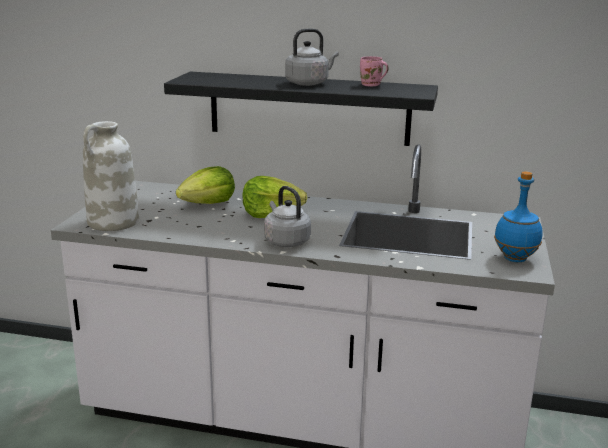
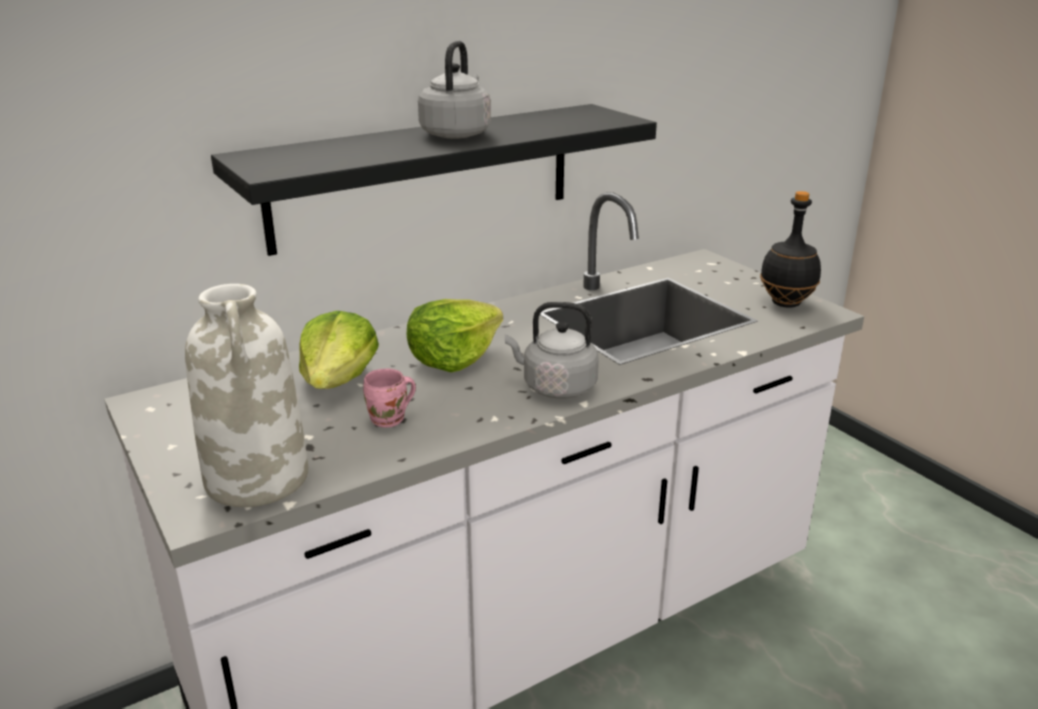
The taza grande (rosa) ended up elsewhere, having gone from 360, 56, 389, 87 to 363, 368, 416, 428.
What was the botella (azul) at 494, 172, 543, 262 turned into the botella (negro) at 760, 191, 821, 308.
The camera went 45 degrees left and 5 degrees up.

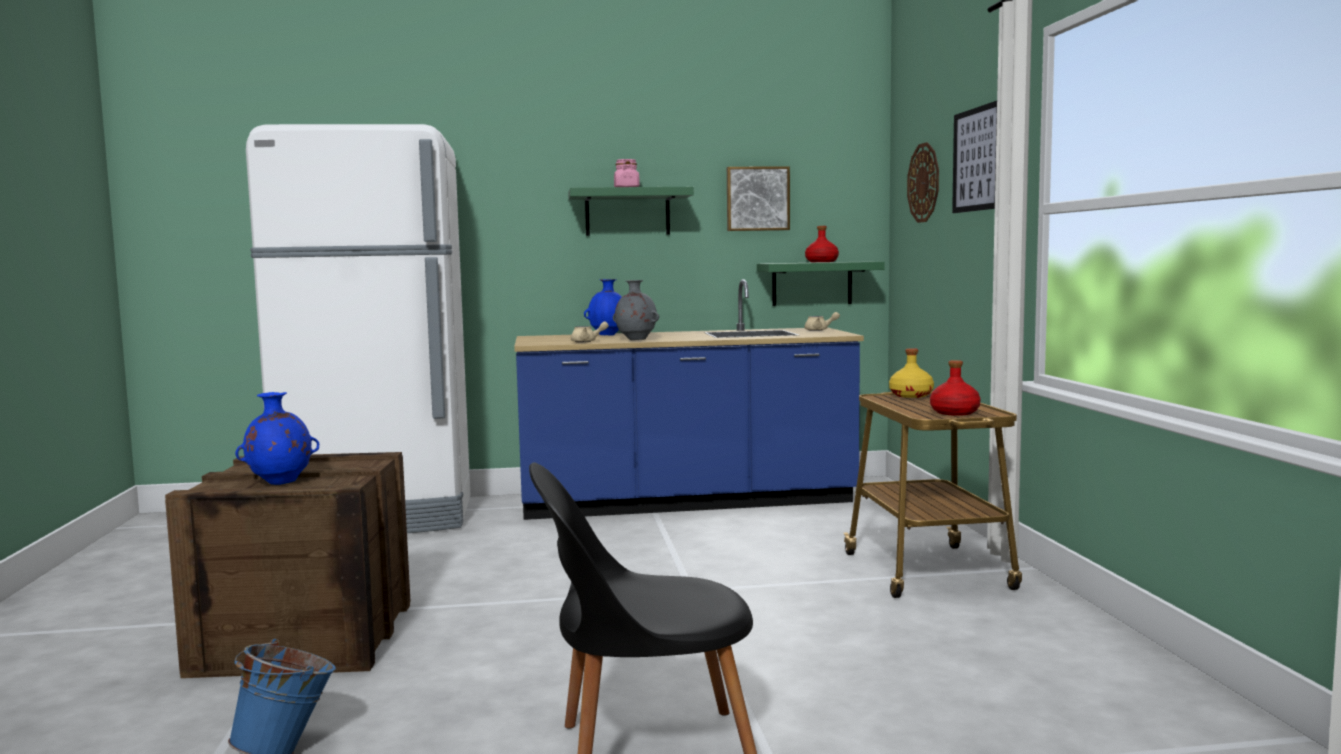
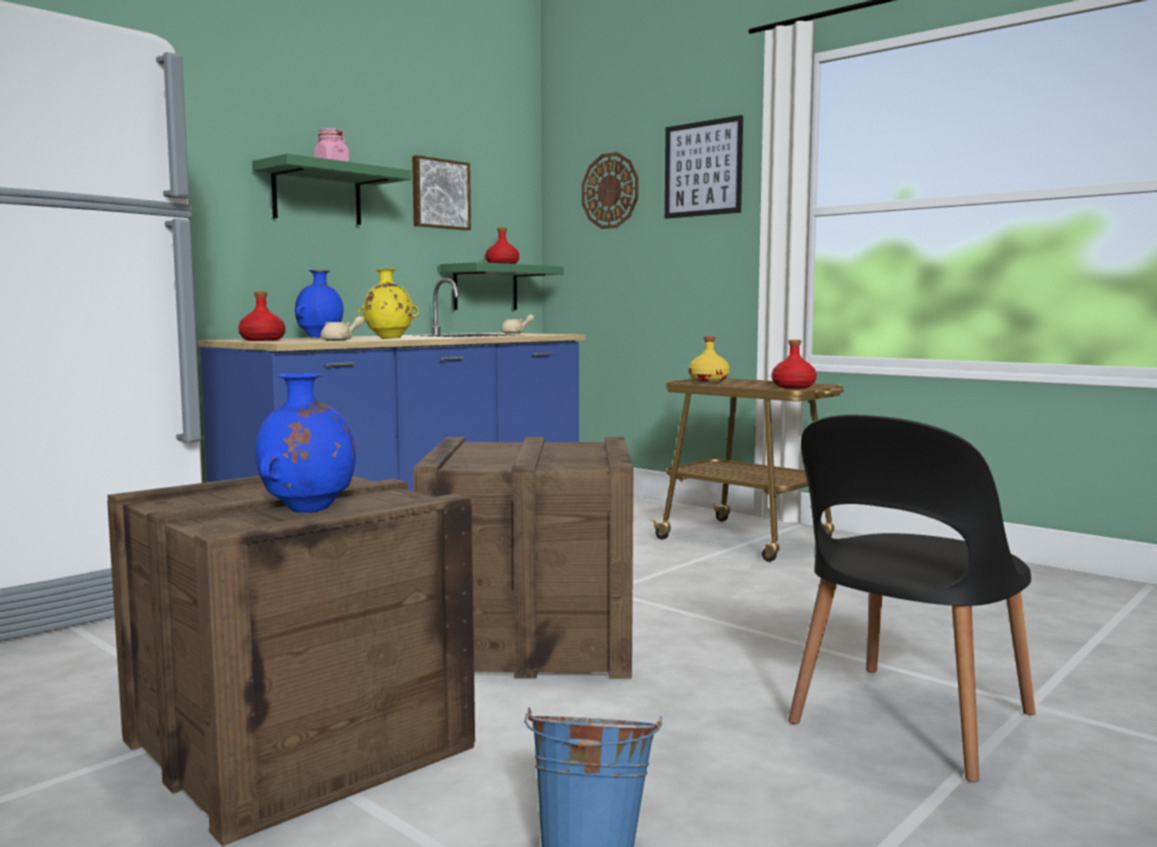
What was the florero (gris) at 613, 280, 659, 340 turned into the florero (amarillo) at 358, 269, 419, 339.
The second view gained the botella (rojo) at 238, 292, 286, 341.
The second view gained the caja de embalaje at 413, 437, 633, 679.
The camera went 40 degrees left and 0 degrees up.

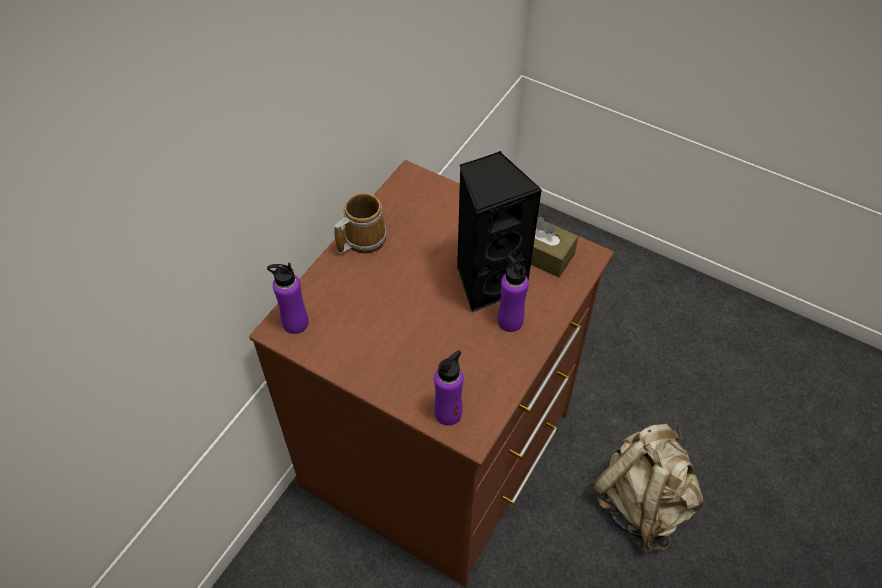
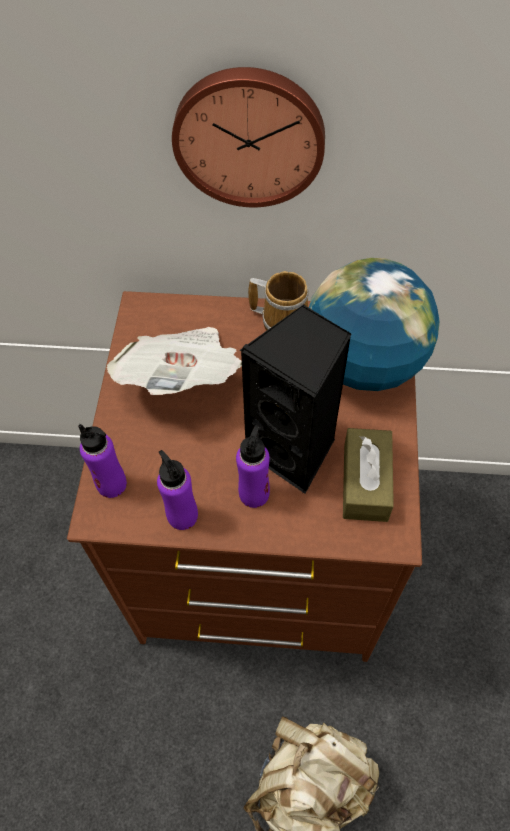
The botella (morado) ended up elsewhere, having gone from 267, 263, 308, 334 to 157, 450, 198, 530.
The second view gained the periódico at 107, 327, 242, 395.
The second view gained the reloj de pared at 172, 67, 325, 207.
The second view gained the globo terráqueo at 309, 258, 440, 391.
The camera went 65 degrees right and 5 degrees up.

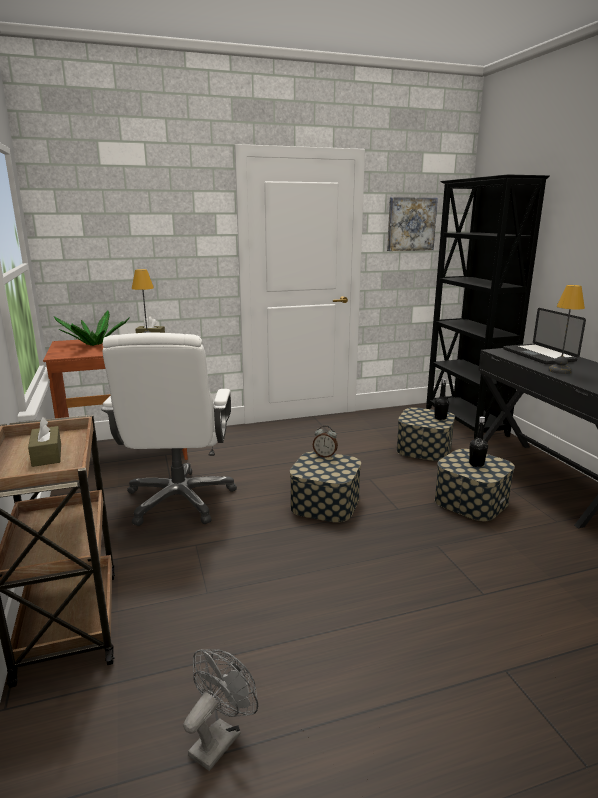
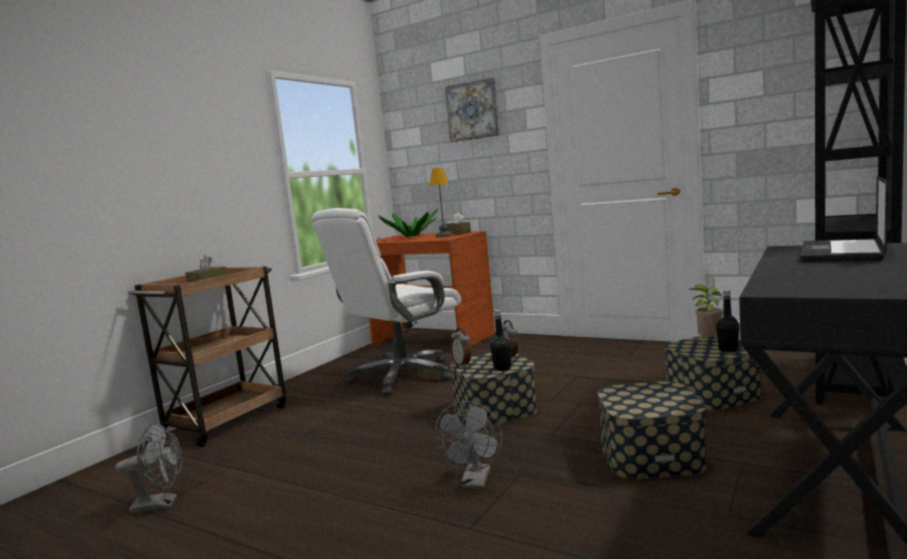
The cuadro ended up elsewhere, having gone from 387, 197, 438, 251 to 445, 77, 500, 142.
The botella (negro) ended up elsewhere, having gone from 469, 416, 488, 467 to 490, 310, 511, 371.
The second view lost the lámpara de mesa at 548, 285, 585, 374.
The second view gained the ventilador (gris) at 434, 401, 502, 489.
The second view gained the despertador at 451, 327, 471, 367.
The second view gained the planta en maceta at 690, 285, 723, 341.
The camera went 50 degrees right and 10 degrees down.

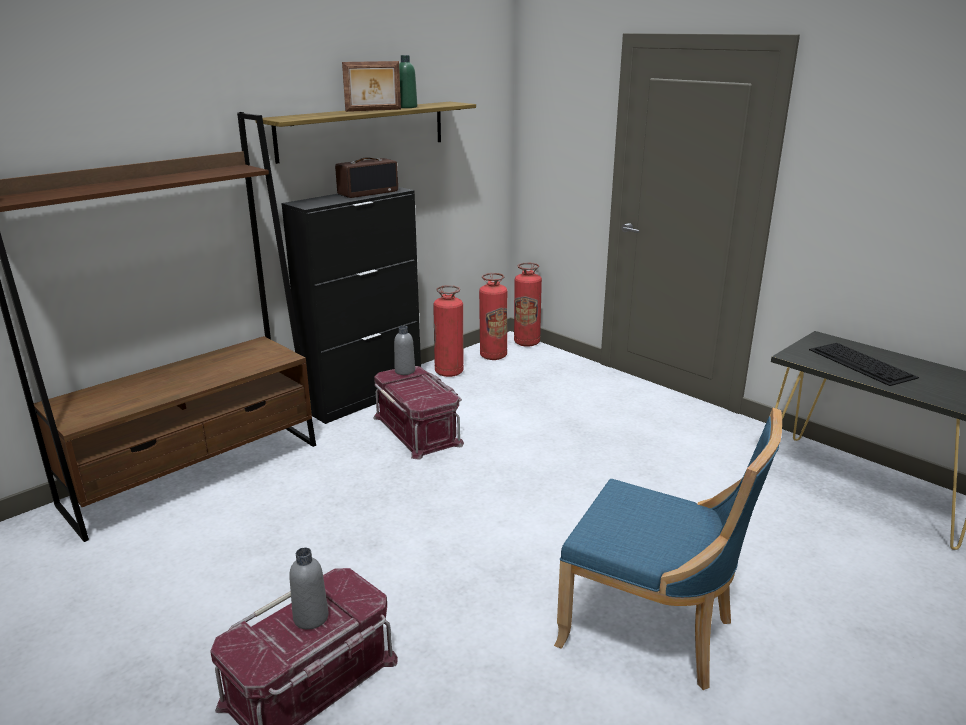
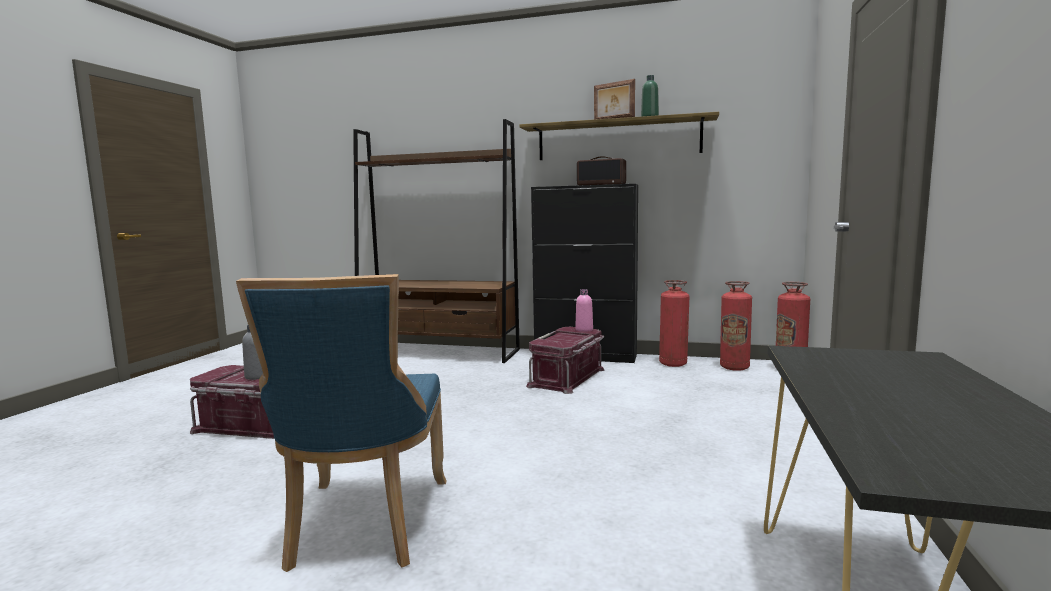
What was the botella (gris) at 394, 326, 415, 375 turned into the botella (rosa) at 576, 289, 593, 332.
The second view lost the teclado at 809, 343, 919, 386.
The camera went 60 degrees right and 15 degrees down.

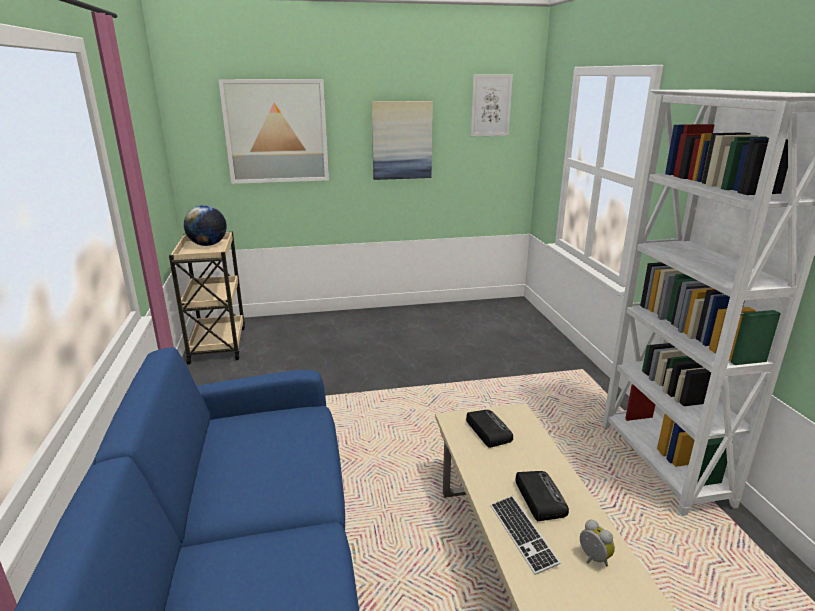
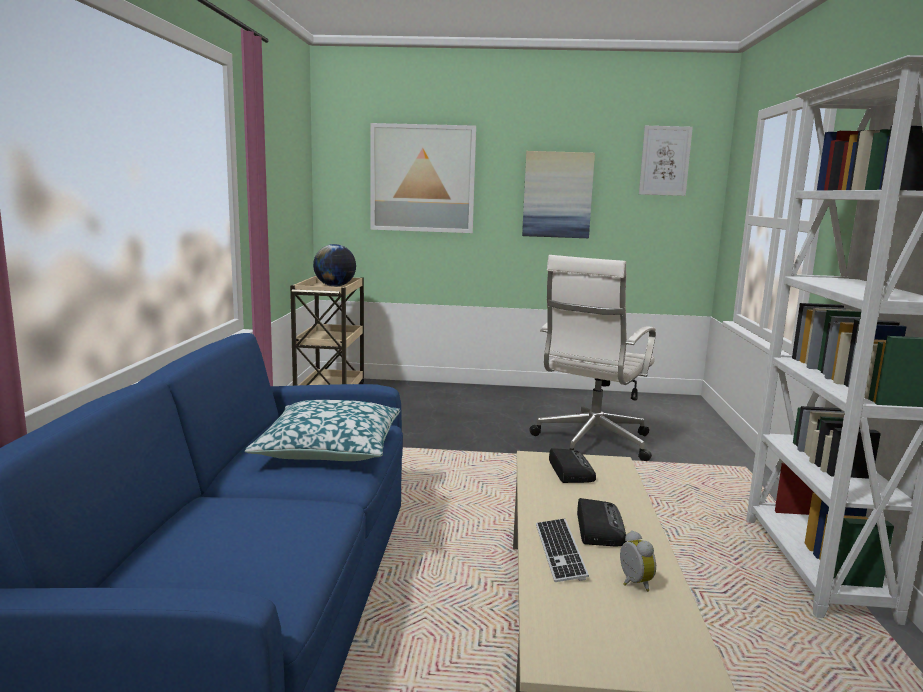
The second view gained the cojín at 245, 400, 400, 461.
The second view gained the silla de oficina (blanco) at 529, 255, 656, 461.
The camera went 15 degrees right and 10 degrees down.

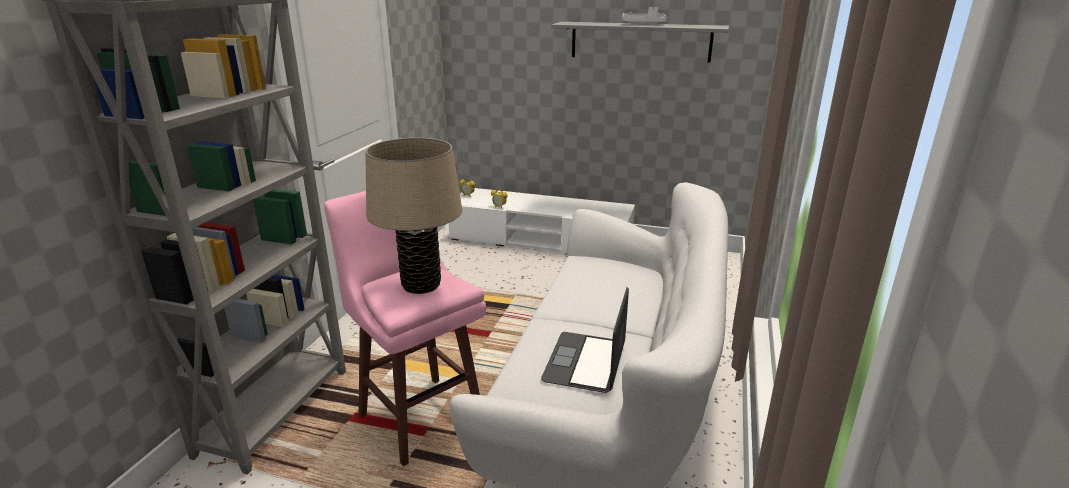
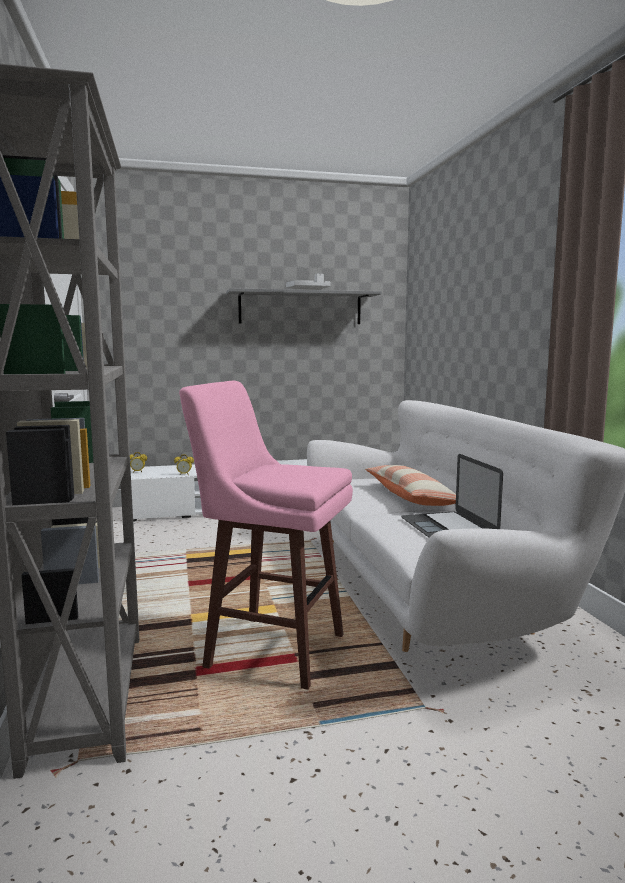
The second view lost the lámpara de mesa (beis) at 365, 138, 462, 294.
The second view gained the cojín at 365, 465, 456, 506.
The camera went 30 degrees left and 15 degrees down.

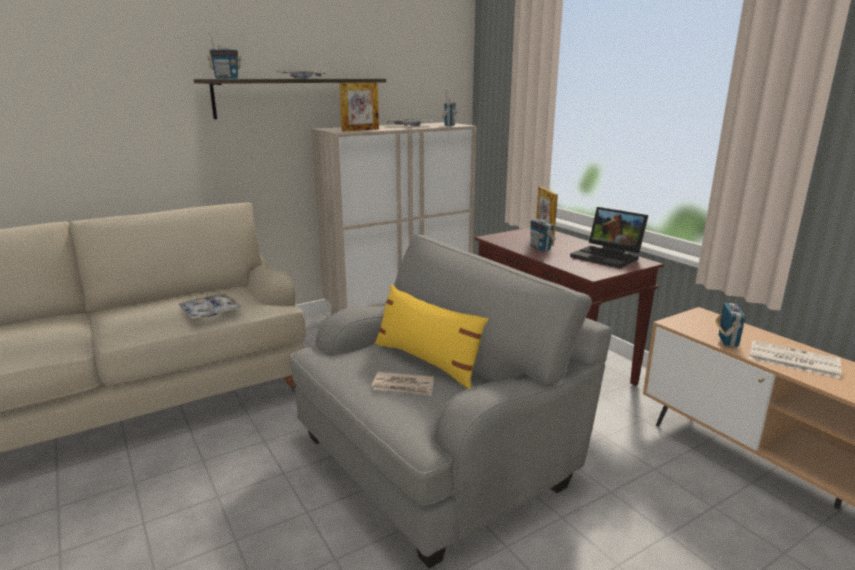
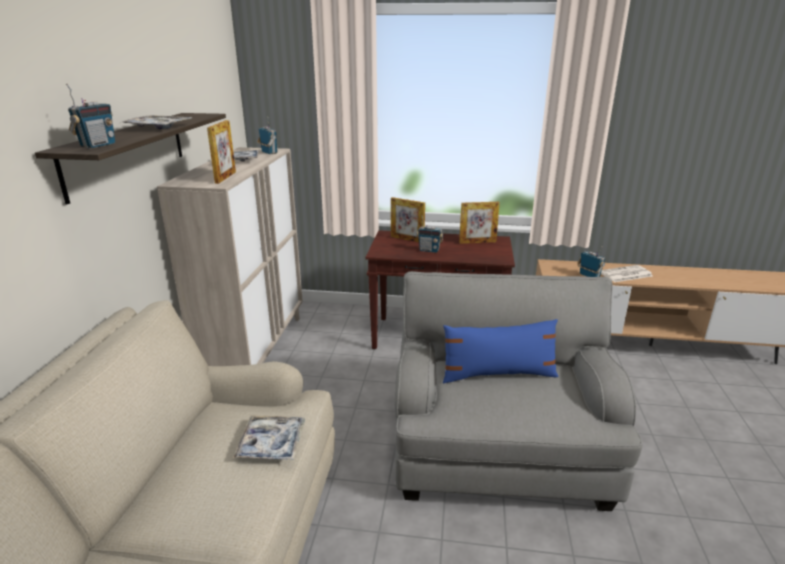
The second view lost the periódico at 372, 372, 434, 396.
What was the cojín (amarillo) at 375, 284, 489, 389 turned into the cojín (azul) at 443, 319, 559, 383.
Where the portátil stood at 570, 207, 649, 269, the portarretratos came to stand at 459, 202, 500, 244.
The camera went 50 degrees left and 5 degrees up.

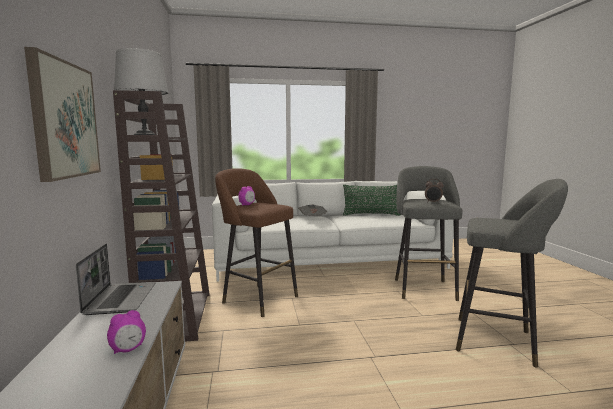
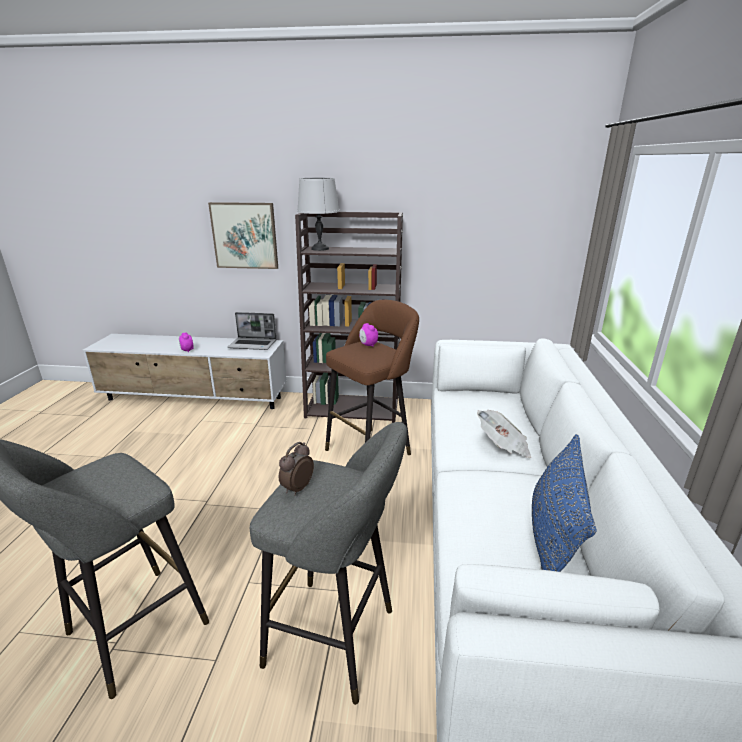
What was the cojín (verde) at 343, 184, 401, 216 turned into the cojín (azul) at 532, 434, 597, 572.
The camera went 105 degrees right and 15 degrees up.

